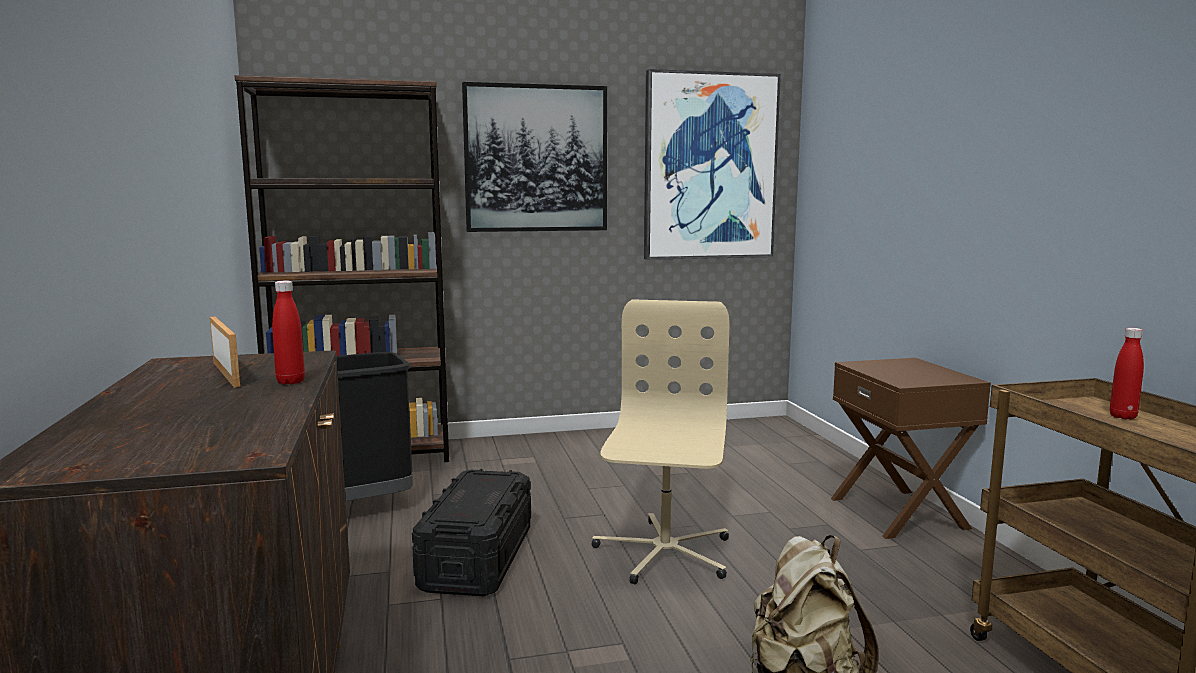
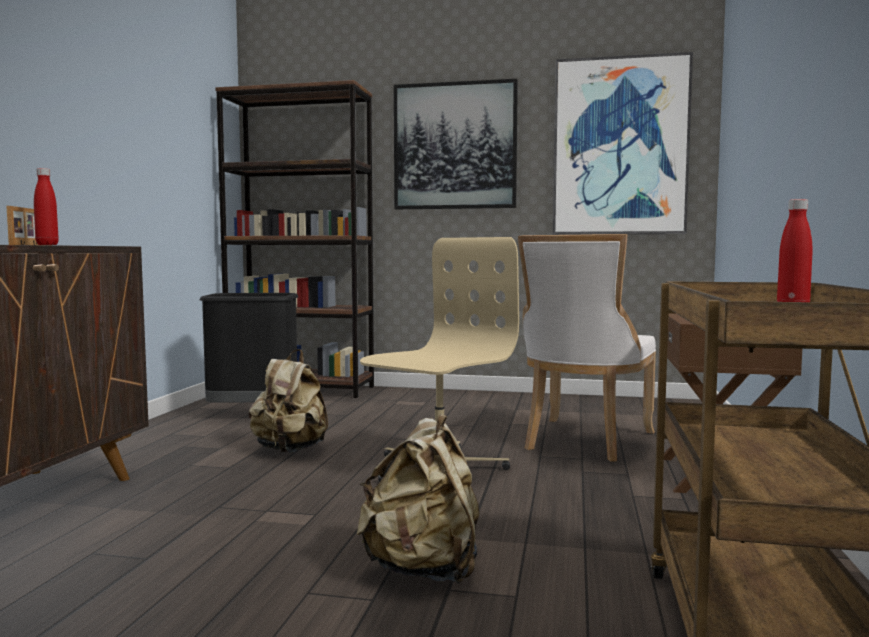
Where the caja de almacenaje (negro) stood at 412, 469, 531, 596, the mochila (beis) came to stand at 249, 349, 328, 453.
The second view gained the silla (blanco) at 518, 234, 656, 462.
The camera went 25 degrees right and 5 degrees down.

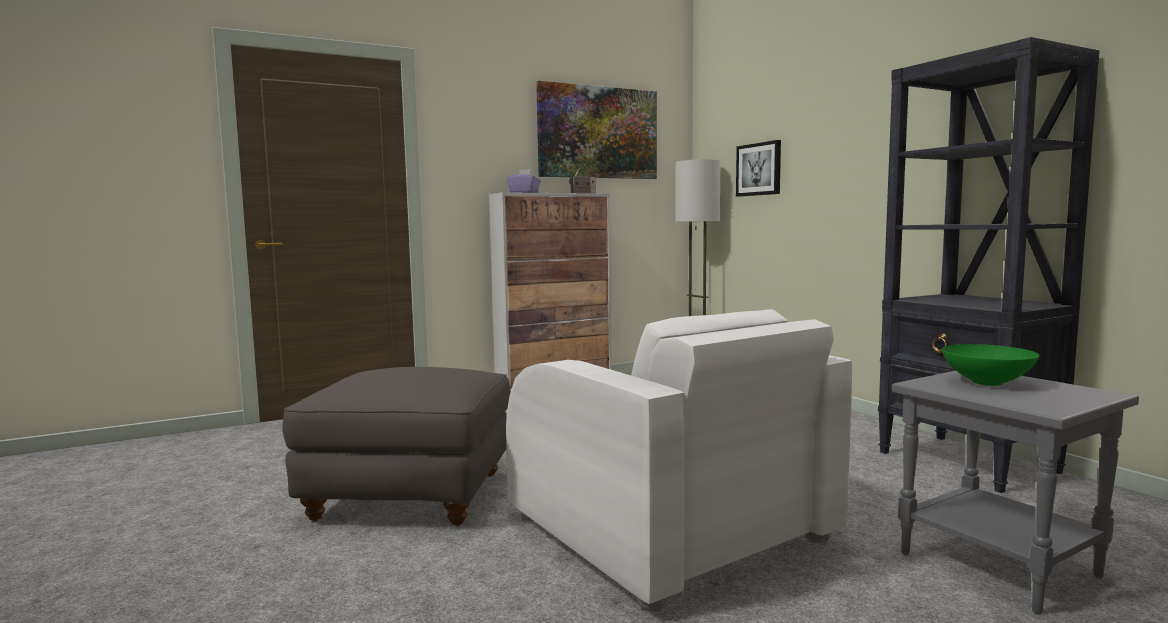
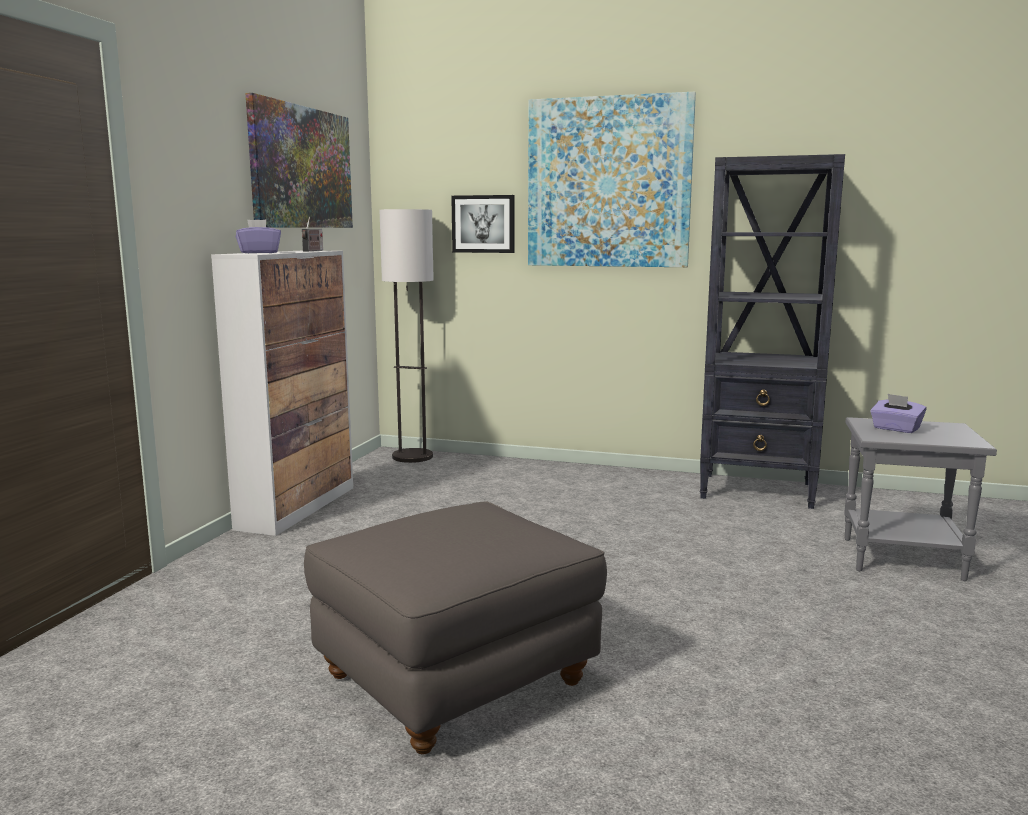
The second view lost the sillón (blanco) at 506, 309, 852, 612.
Where the cuenco (verde) stood at 942, 344, 1040, 386, the caja de pañuelos (morado) came to stand at 870, 394, 926, 433.
The second view gained the cuadro at 528, 92, 696, 267.
The camera went 45 degrees left and 5 degrees up.

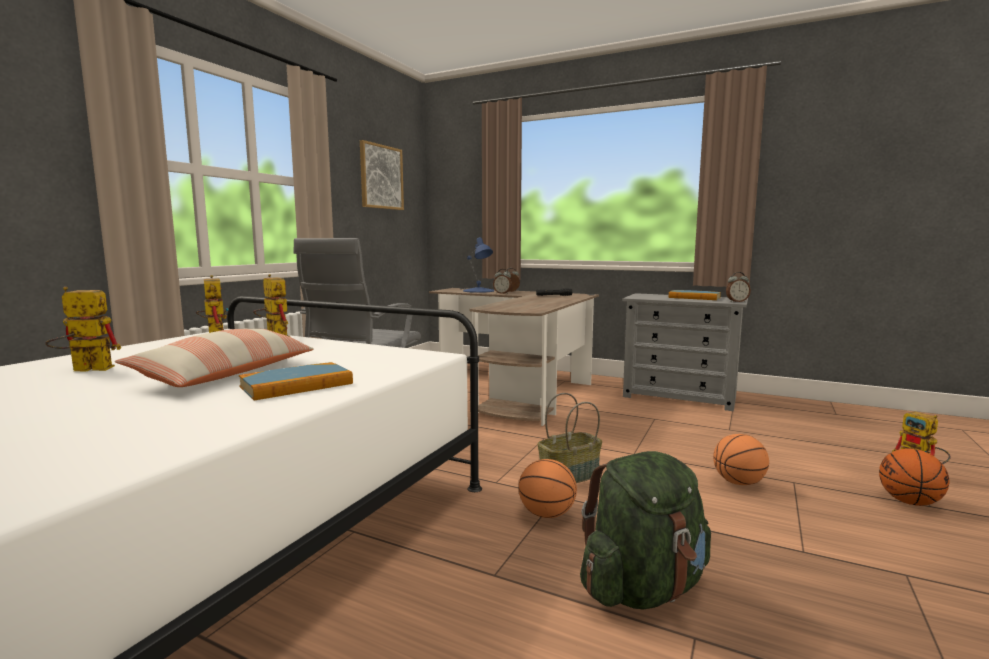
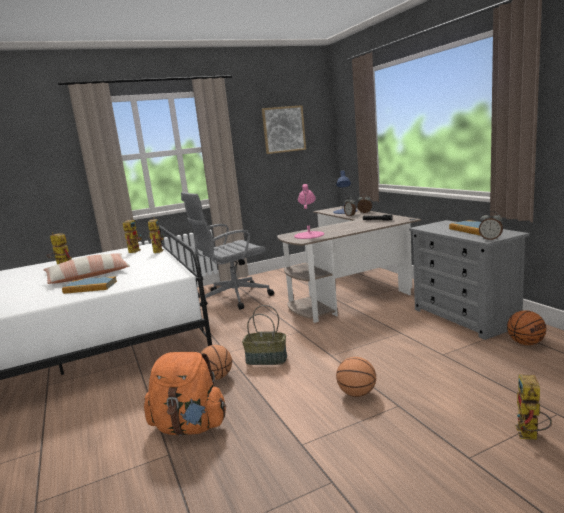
What was the mochila (verde) at 580, 451, 711, 609 turned into the mochila (naranja) at 144, 352, 226, 436.
The balón de baloncesto ended up elsewhere, having gone from 879, 448, 949, 506 to 507, 310, 546, 345.
The second view gained the lámpara de mesa (rosa) at 294, 184, 324, 239.
The camera went 40 degrees right and 5 degrees up.

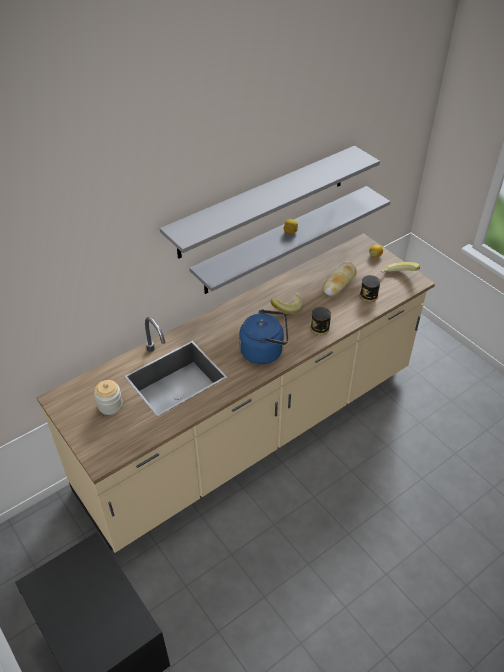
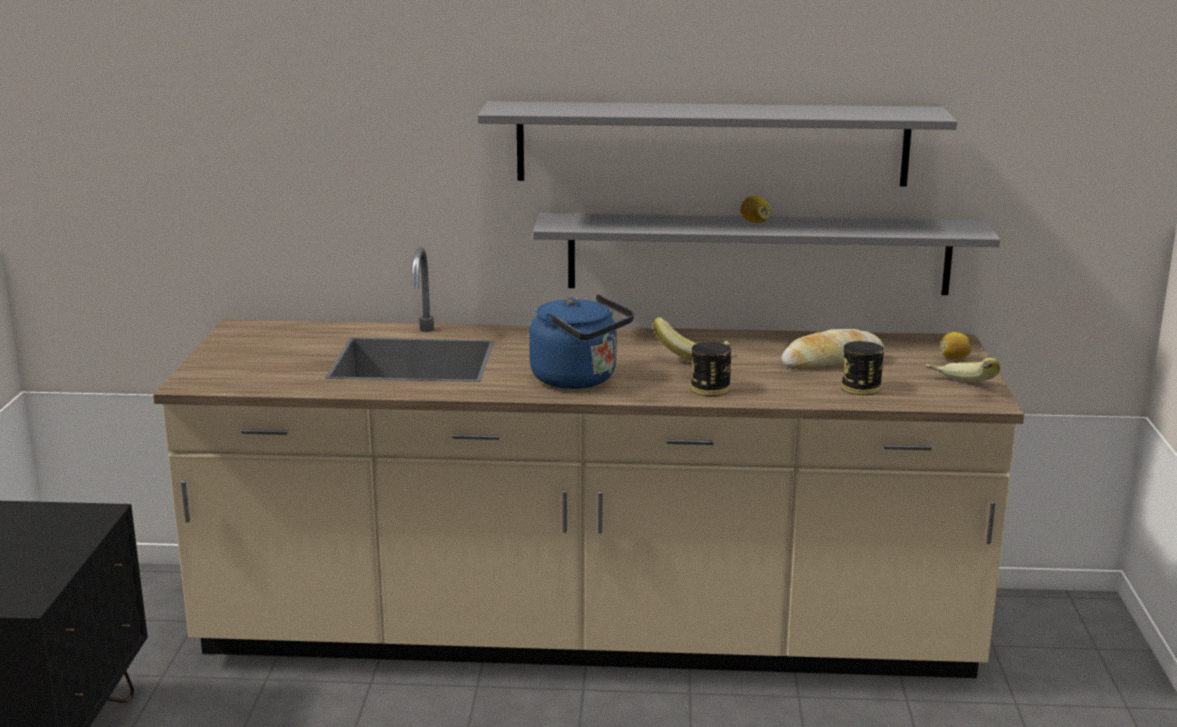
The second view lost the tarro at 94, 380, 123, 415.
The camera went 40 degrees right and 25 degrees down.

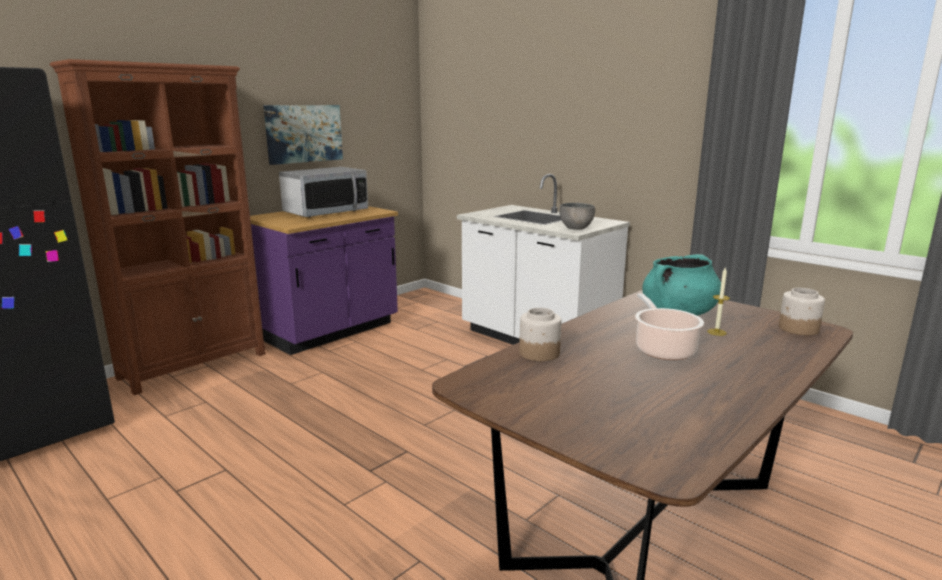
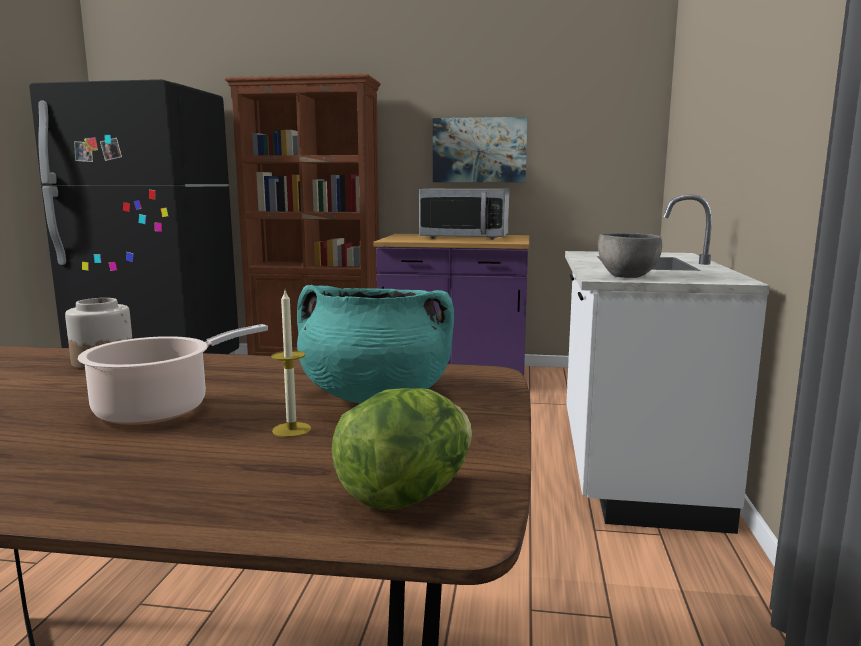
Where the tarro stood at 779, 288, 825, 335, the lechuga came to stand at 331, 388, 472, 509.
The camera went 55 degrees right and 5 degrees down.

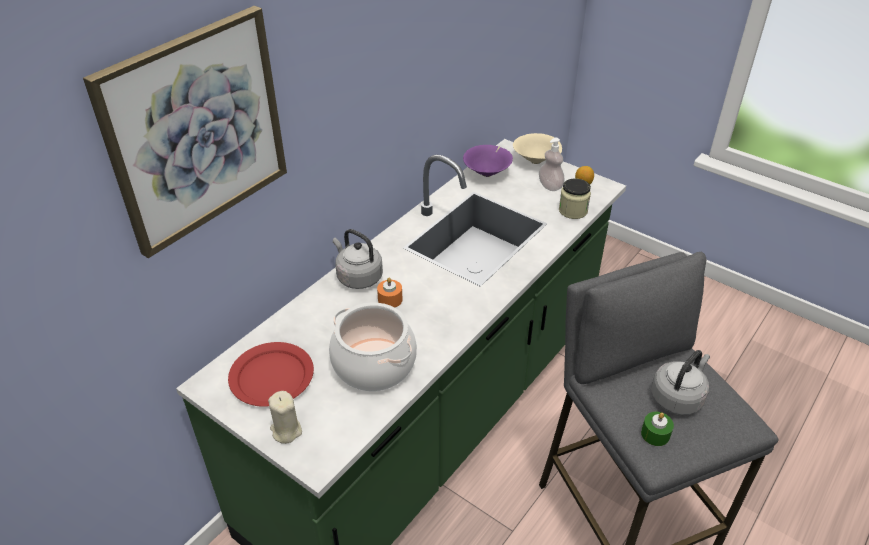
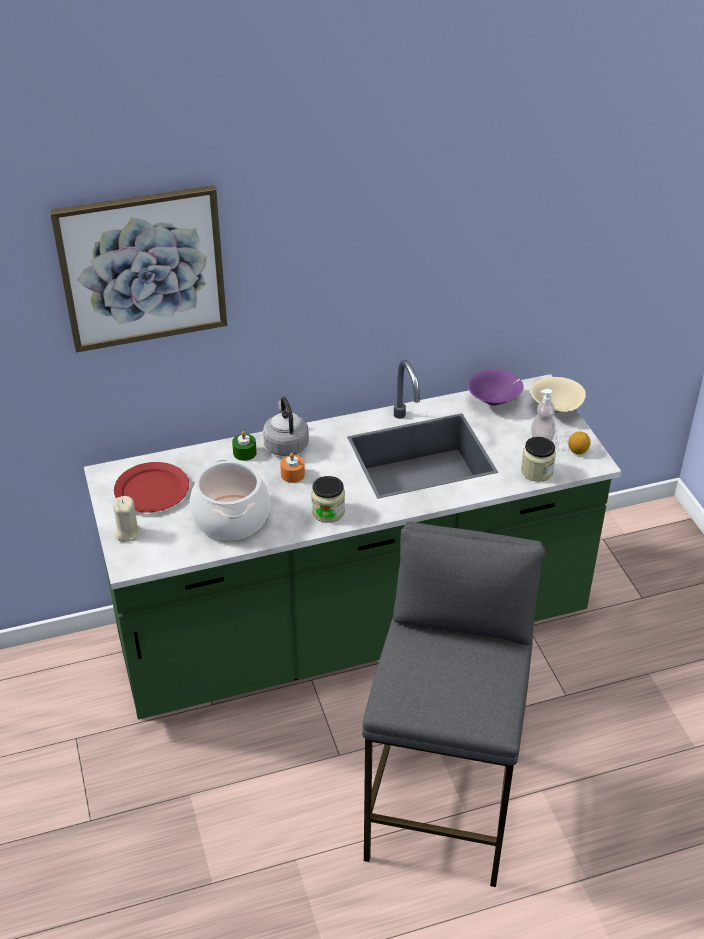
The vela (verde) ended up elsewhere, having gone from 641, 412, 674, 446 to 232, 431, 257, 461.
The second view lost the hervidor (gris) at 651, 350, 710, 415.
The second view gained the tarro at 311, 476, 345, 523.
The camera went 35 degrees right and 0 degrees up.

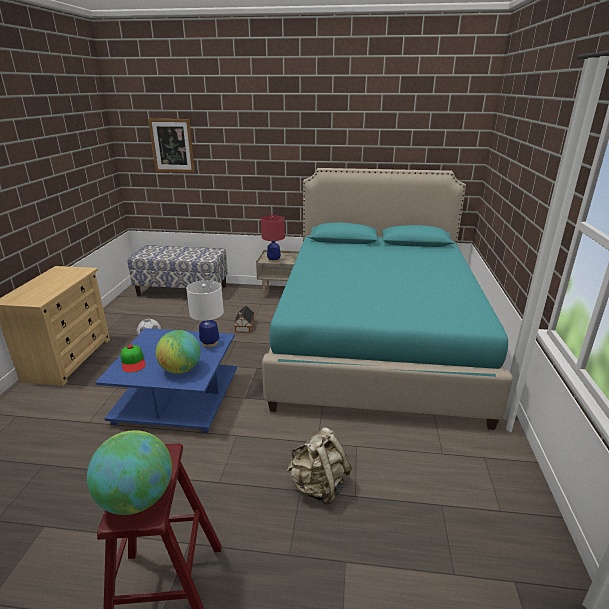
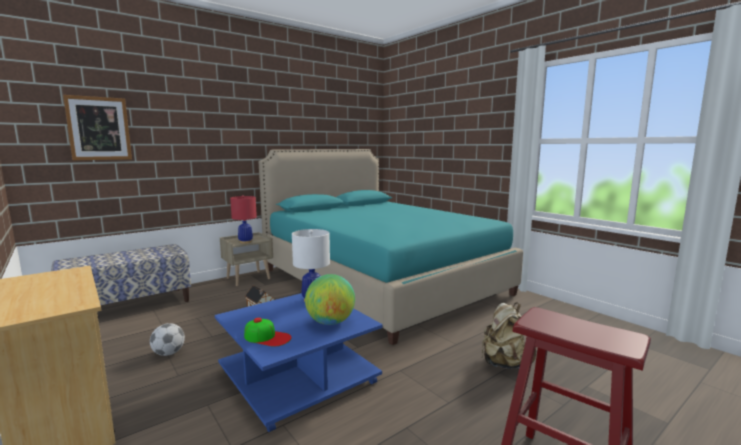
The second view lost the globo terráqueo at 87, 430, 172, 515.
The camera went 45 degrees left and 15 degrees down.

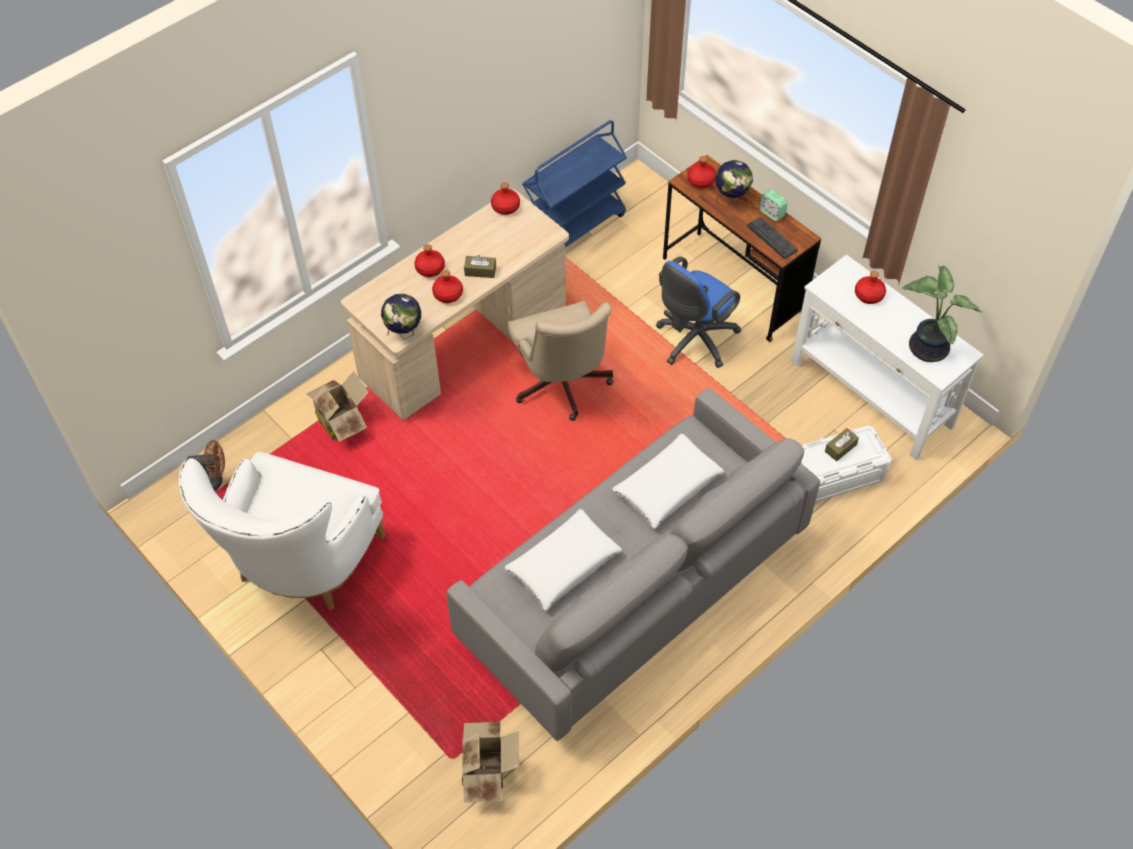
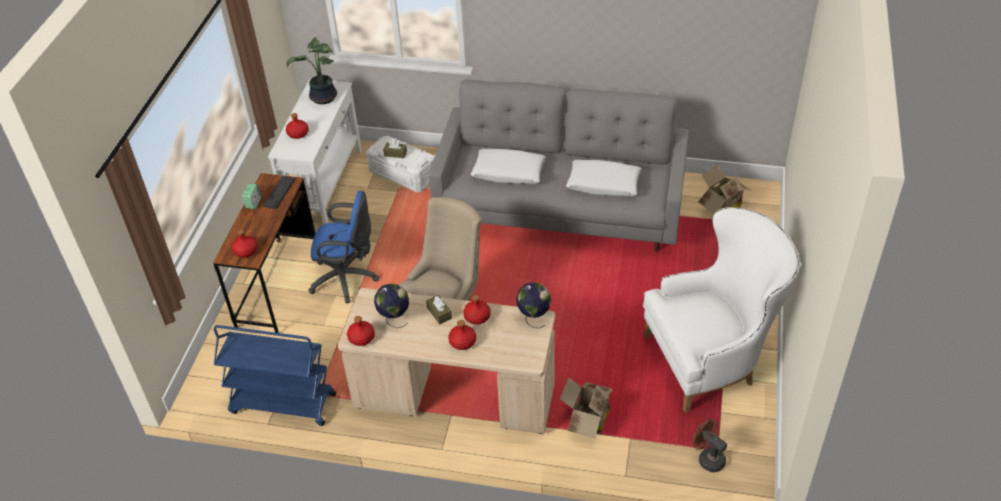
The globo terráqueo ended up elsewhere, having gone from 715, 160, 753, 205 to 374, 284, 409, 328.
The camera went 125 degrees left and 10 degrees down.

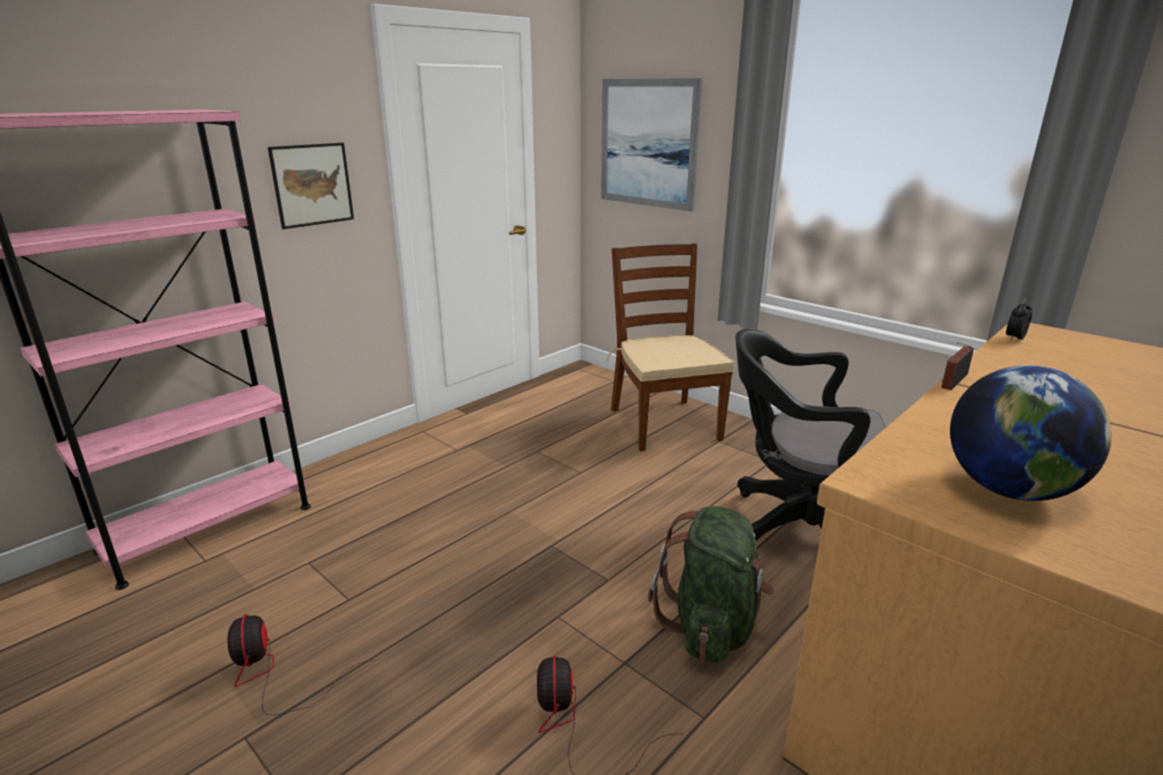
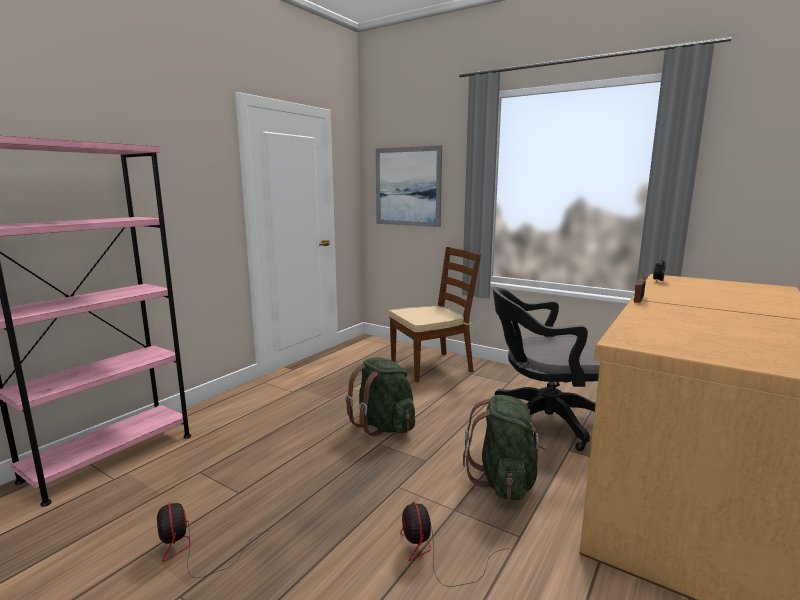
The second view lost the cuadro at 268, 143, 354, 229.
The silla (marrón) at 606, 243, 735, 451 ended up facing another way, 90 degrees clockwise from before.
The second view lost the globo terráqueo at 950, 365, 1112, 501.
The second view gained the mochila (verde) at 345, 358, 415, 436.
The camera went 10 degrees left and 10 degrees down.

